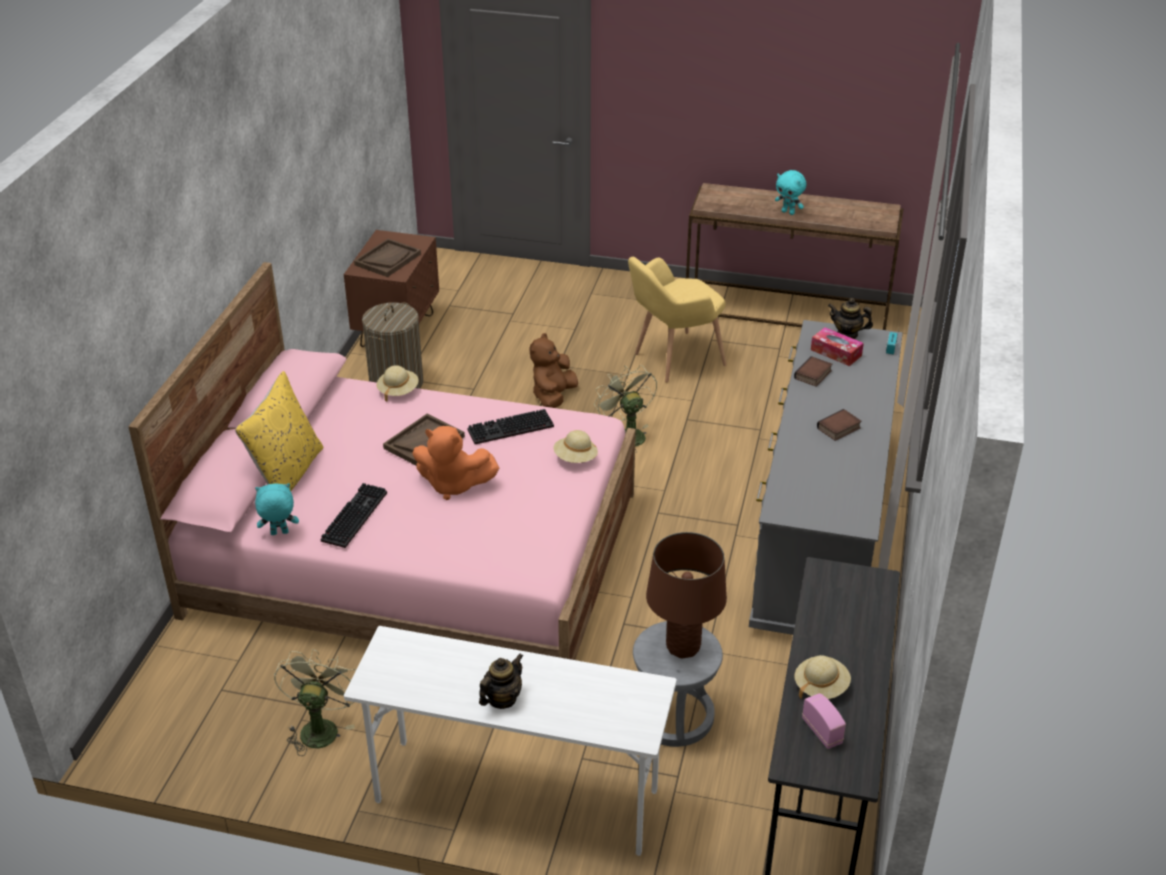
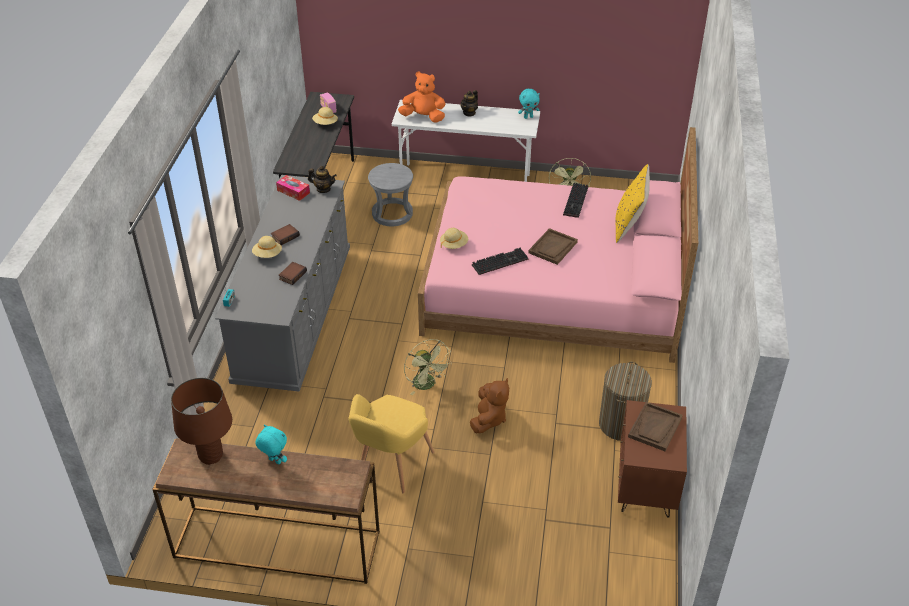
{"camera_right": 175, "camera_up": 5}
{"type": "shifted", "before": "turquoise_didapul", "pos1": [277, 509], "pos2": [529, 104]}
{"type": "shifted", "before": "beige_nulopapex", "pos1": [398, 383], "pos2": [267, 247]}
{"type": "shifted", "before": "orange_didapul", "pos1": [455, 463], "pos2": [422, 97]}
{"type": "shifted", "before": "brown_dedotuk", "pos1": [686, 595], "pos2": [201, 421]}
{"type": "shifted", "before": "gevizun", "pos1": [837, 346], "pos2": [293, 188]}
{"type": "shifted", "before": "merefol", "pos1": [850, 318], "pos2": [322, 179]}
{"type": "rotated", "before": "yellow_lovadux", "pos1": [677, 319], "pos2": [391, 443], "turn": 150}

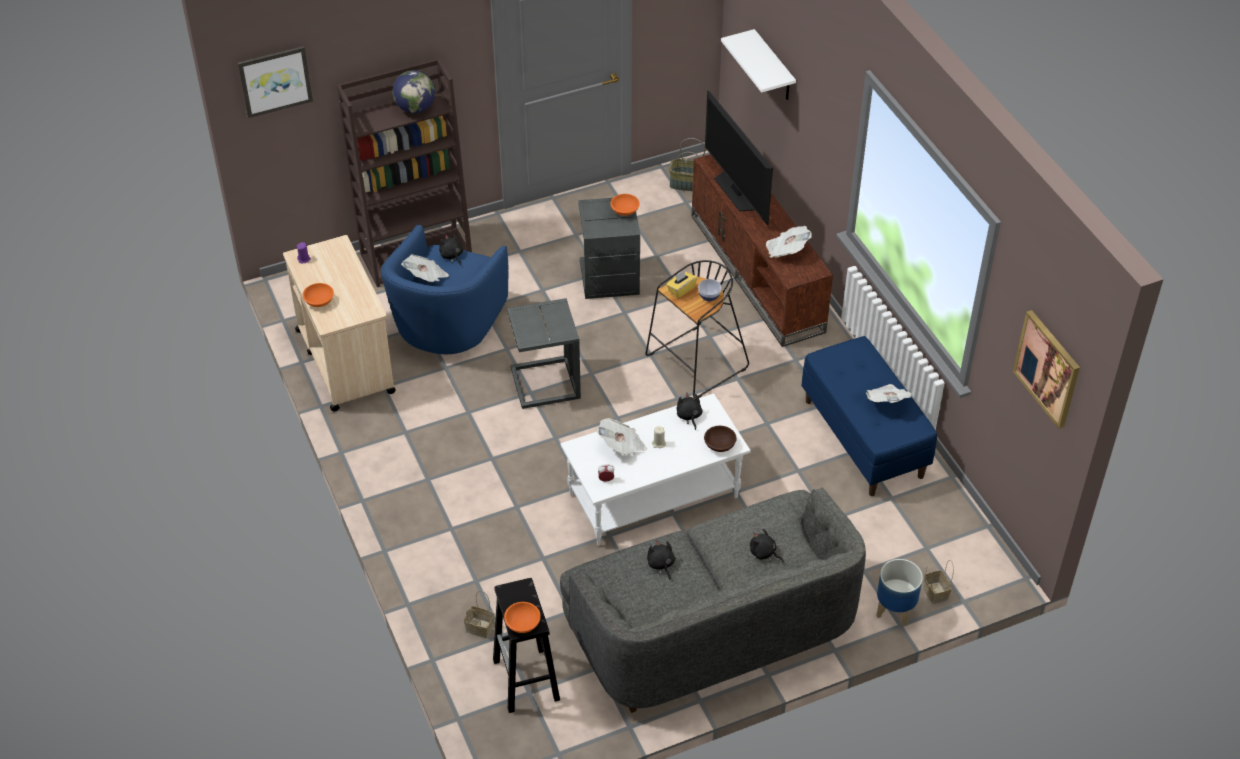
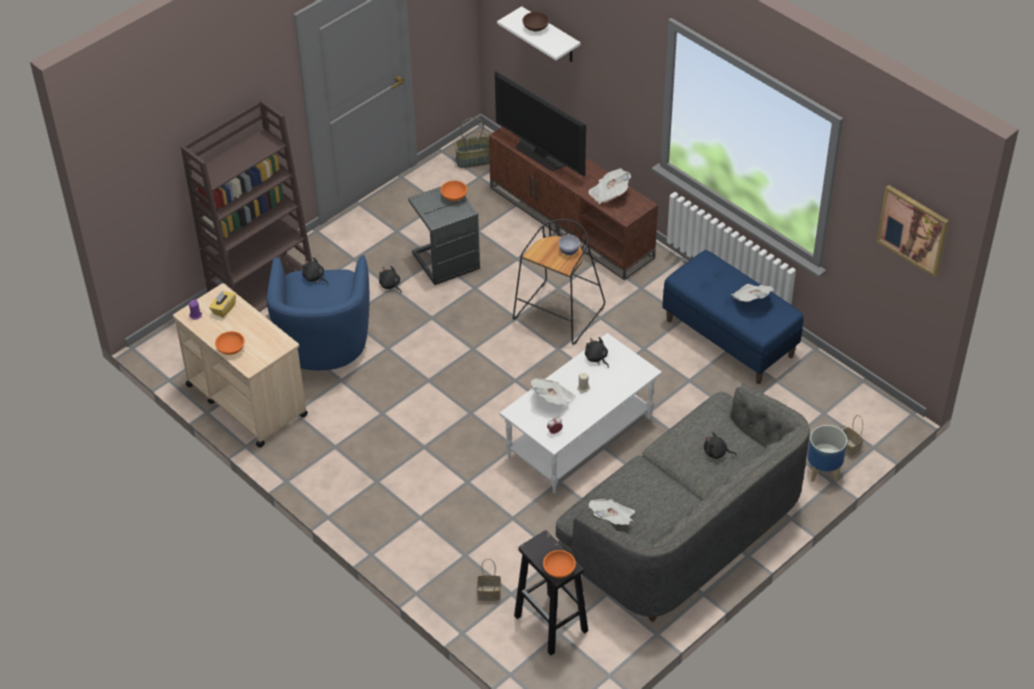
{"camera_right": -20, "camera_up": 0}
{"type": "gone", "before": "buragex", "pos1": [275, 82]}
{"type": "gone", "before": "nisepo", "pos1": [414, 91]}
{"type": "gone", "before": "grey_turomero", "pos1": [544, 353]}
{"type": "shifted", "before": "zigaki", "pos1": [425, 268], "pos2": [612, 512]}
{"type": "shifted", "before": "black_didapul", "pos1": [661, 560], "pos2": [390, 279]}
{"type": "shifted", "before": "yellow_gevizun", "pos1": [681, 284], "pos2": [222, 304]}
{"type": "shifted", "before": "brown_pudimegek", "pos1": [720, 439], "pos2": [535, 21]}

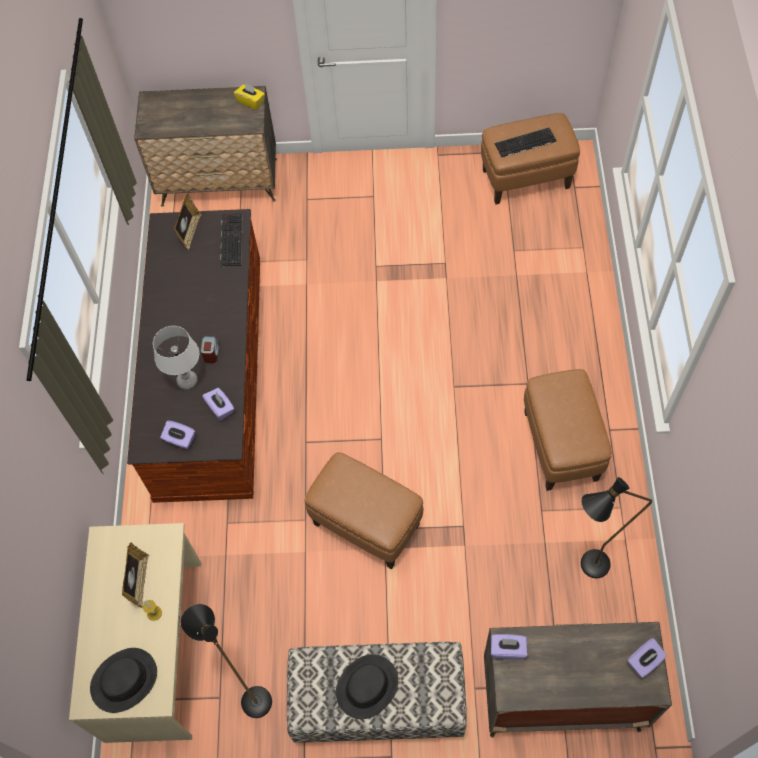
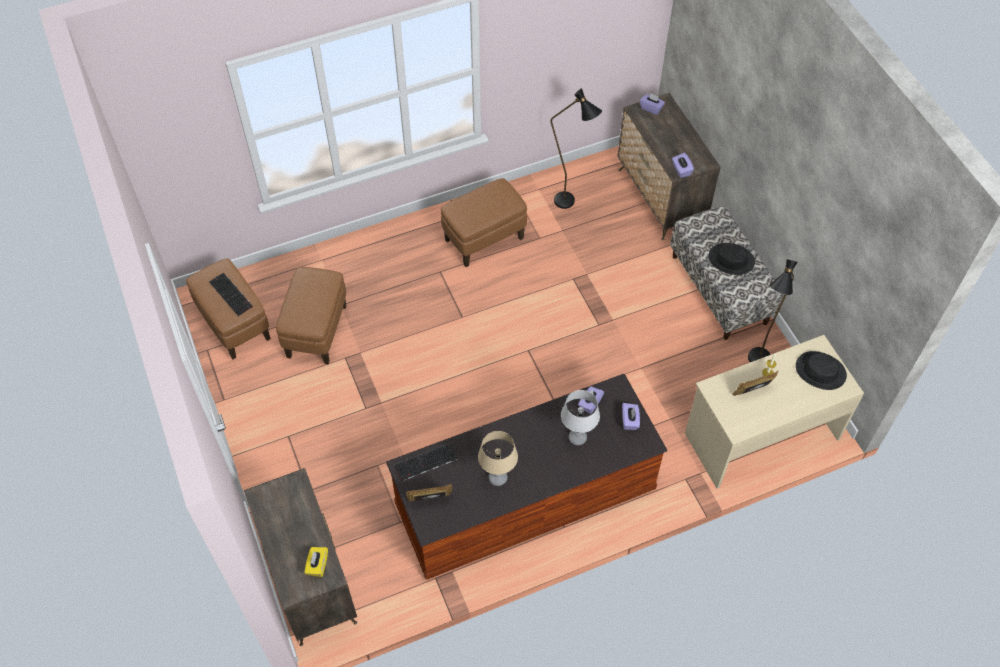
{"camera_right": -115, "camera_up": -5}
{"type": "gone", "before": "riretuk", "pos1": [210, 350]}
{"type": "new", "after": "beige_dedotuk", "pos2": [498, 458]}
{"type": "shifted", "before": "yellow_gevizun", "pos1": [249, 96], "pos2": [316, 562]}
{"type": "shifted", "before": "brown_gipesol", "pos1": [363, 510], "pos2": [311, 315]}

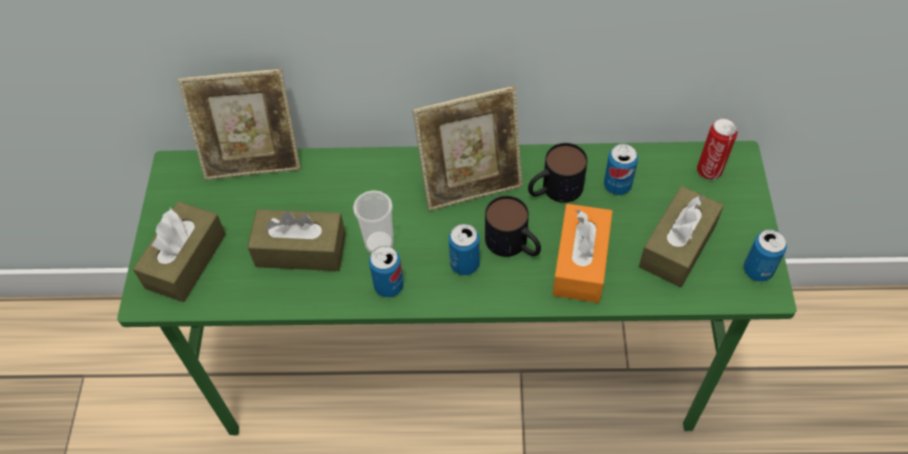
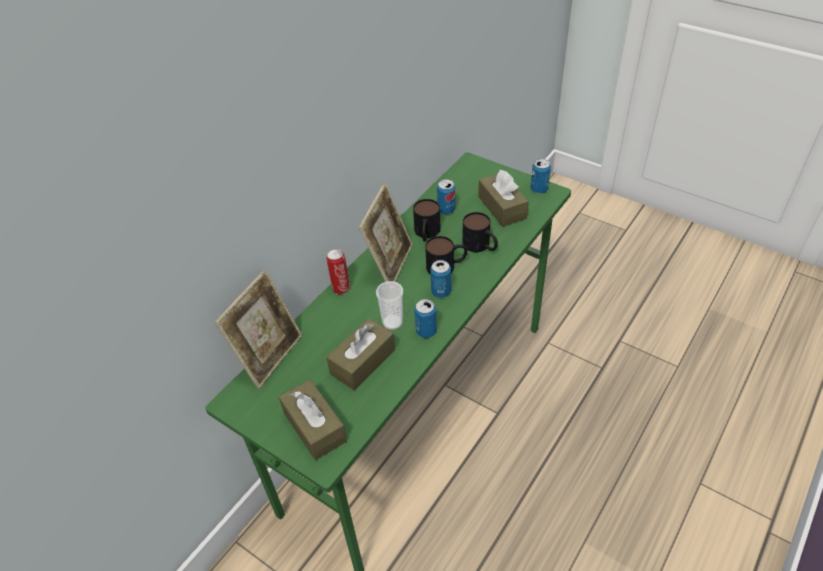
{"camera_right": -55, "camera_up": -10}
{"type": "shifted", "before": "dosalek", "pos1": [717, 149], "pos2": [338, 271]}
{"type": "swapped", "before": "orange_gevizun", "after": "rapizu", "pos1": [582, 253], "pos2": [480, 232]}

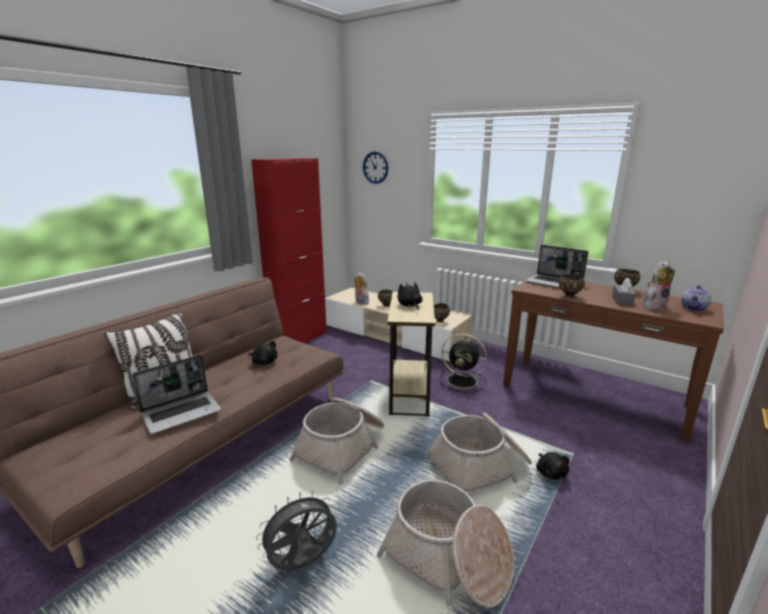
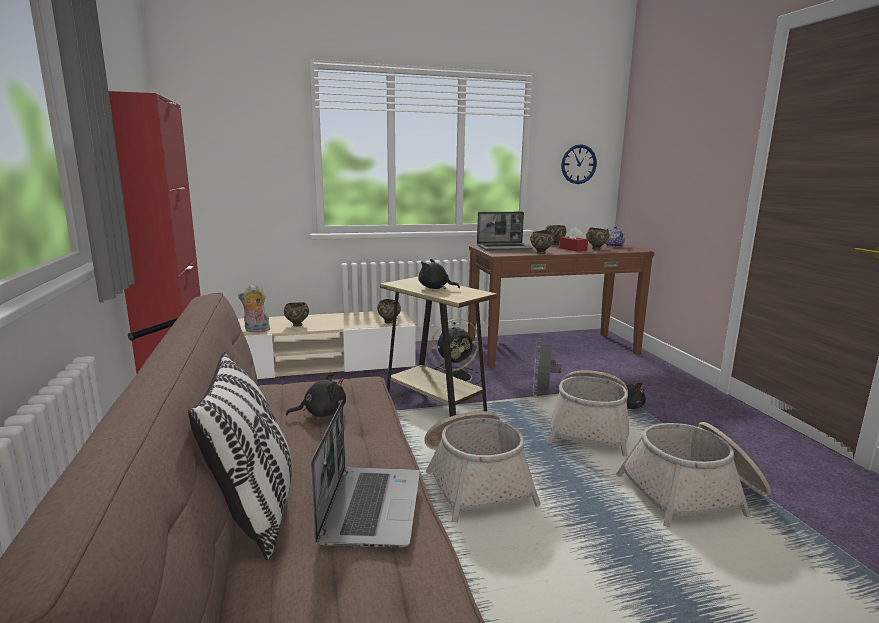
{"camera_right": -50, "camera_up": -5}
{"type": "shifted", "before": "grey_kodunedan", "pos1": [296, 531], "pos2": [547, 367]}
{"type": "shifted", "before": "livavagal", "pos1": [375, 167], "pos2": [579, 164]}
{"type": "swapped", "before": "didapul", "after": "brown_pudimegek", "pos1": [659, 285], "pos2": [598, 239]}
{"type": "repainted", "before": "grey_gevizun", "after": "red_gevizun", "pos1": [624, 292], "pos2": [573, 239]}

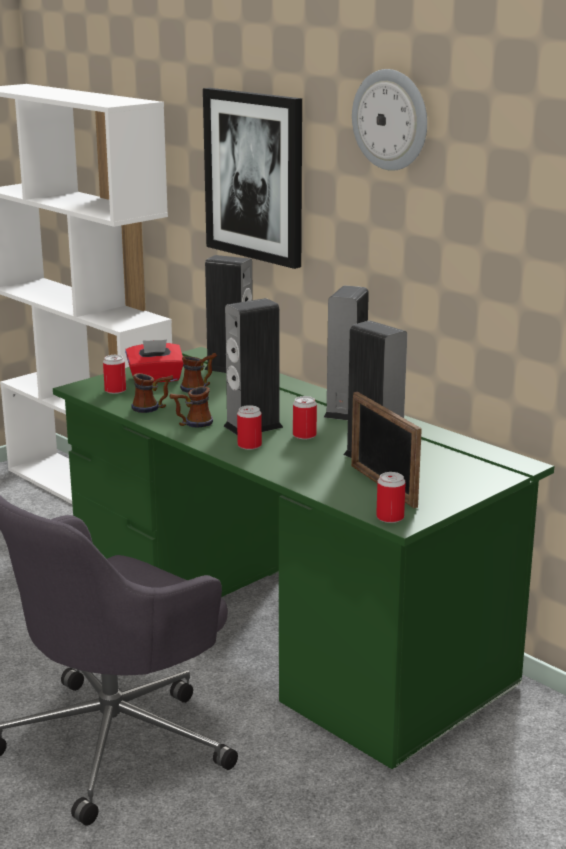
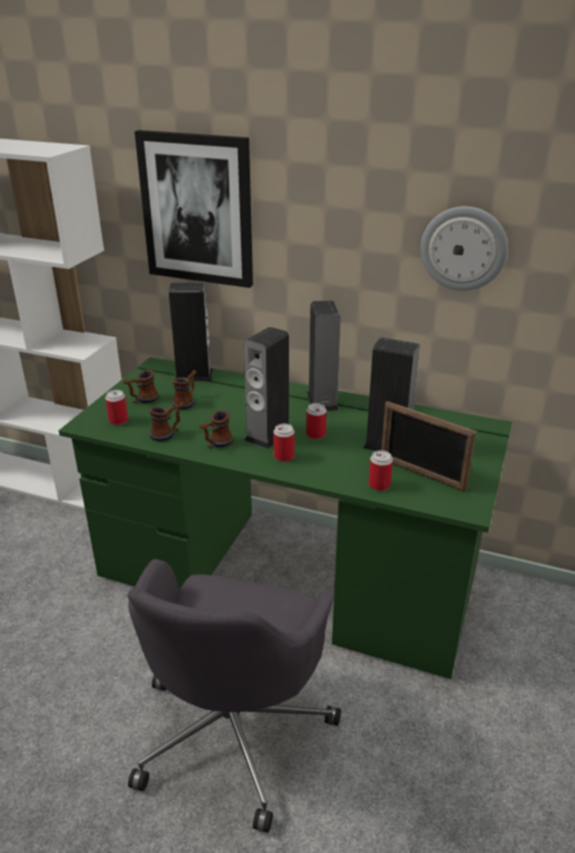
{"camera_right": -25, "camera_up": 10}
{"type": "shifted", "before": "livavagal", "pos1": [389, 120], "pos2": [464, 248]}
{"type": "shifted", "before": "dosalek", "pos1": [391, 497], "pos2": [381, 470]}
{"type": "swapped", "before": "red_gevizun", "after": "rapizu", "pos1": [154, 361], "pos2": [141, 386]}

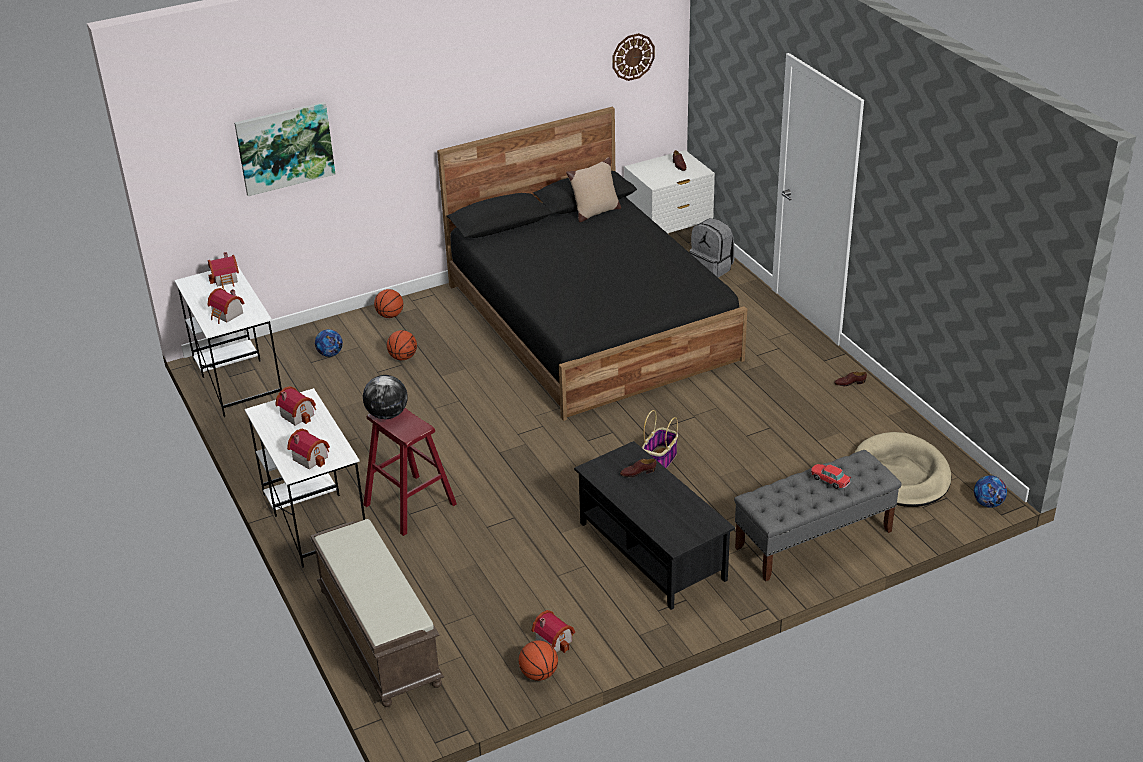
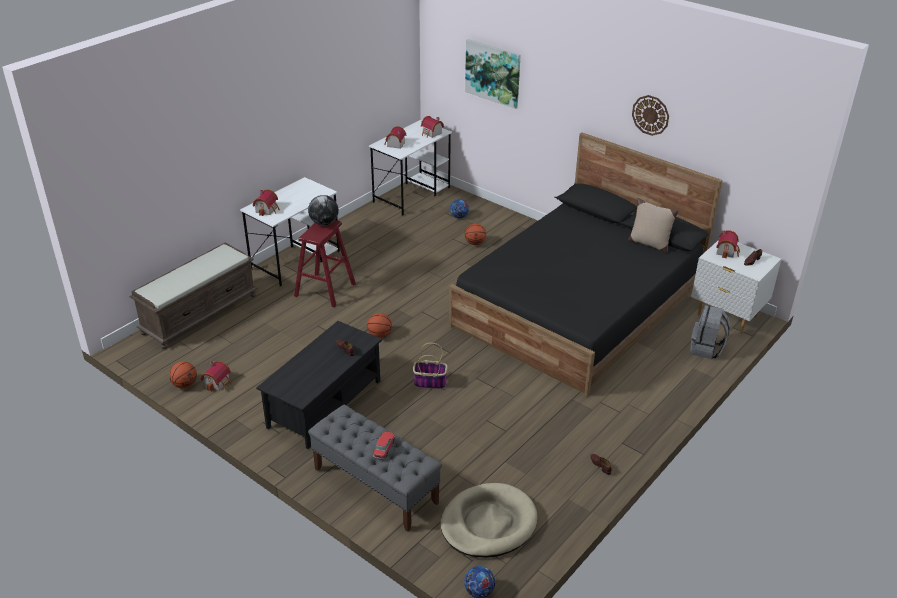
{"camera_right": 65, "camera_up": 0}
{"type": "shifted", "before": "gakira", "pos1": [295, 406], "pos2": [728, 244]}
{"type": "shifted", "before": "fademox", "pos1": [388, 303], "pos2": [379, 325]}
{"type": "shifted", "before": "livavagal", "pos1": [633, 57], "pos2": [650, 115]}

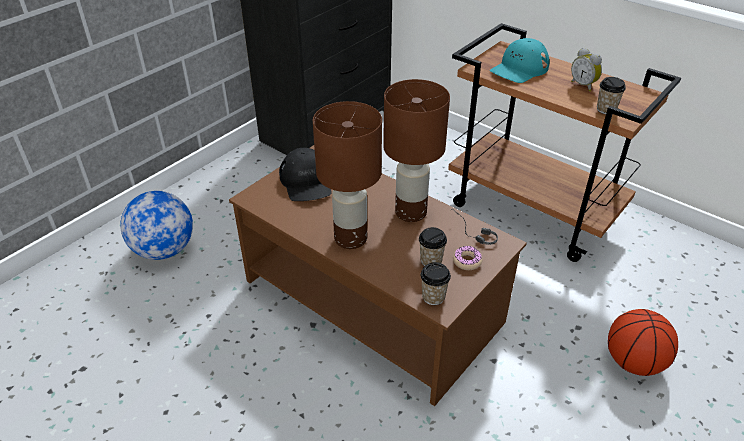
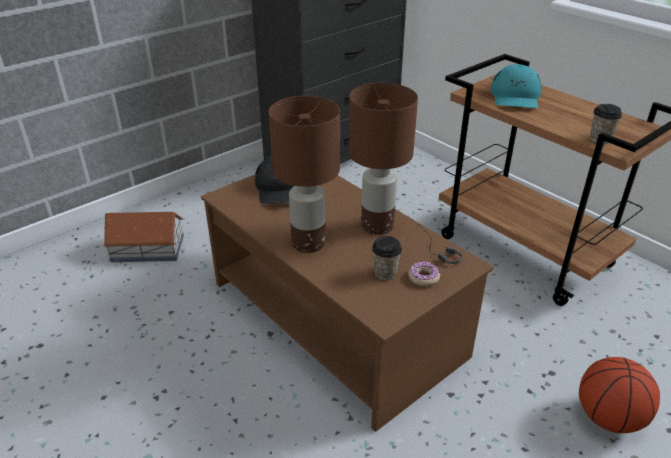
{"camera_right": 10, "camera_up": -5}
{"type": "gone", "before": "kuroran", "pos1": [435, 283]}
{"type": "gone", "before": "riretuk", "pos1": [586, 69]}
{"type": "swapped", "before": "nisepo", "after": "gakira", "pos1": [156, 225], "pos2": [143, 237]}
{"type": "rotated", "before": "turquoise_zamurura", "pos1": [519, 60], "pos2": [516, 86], "turn": -45}

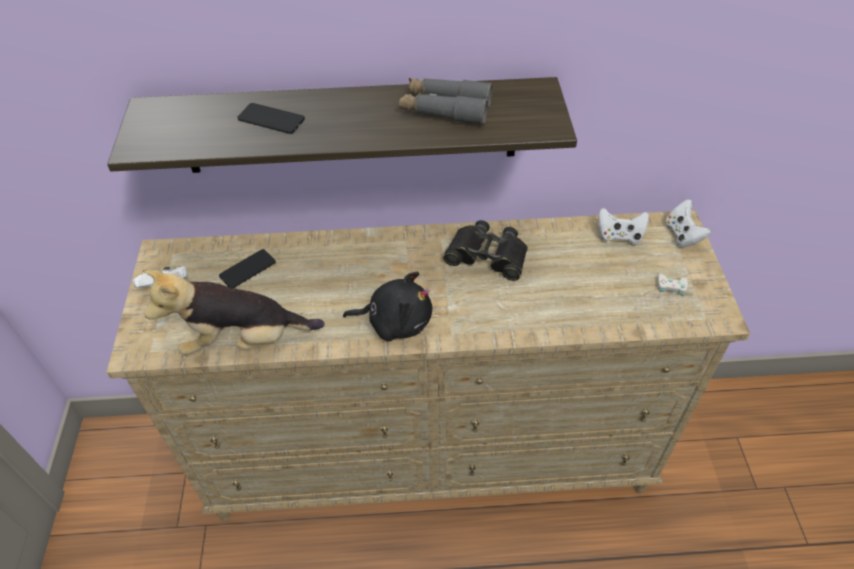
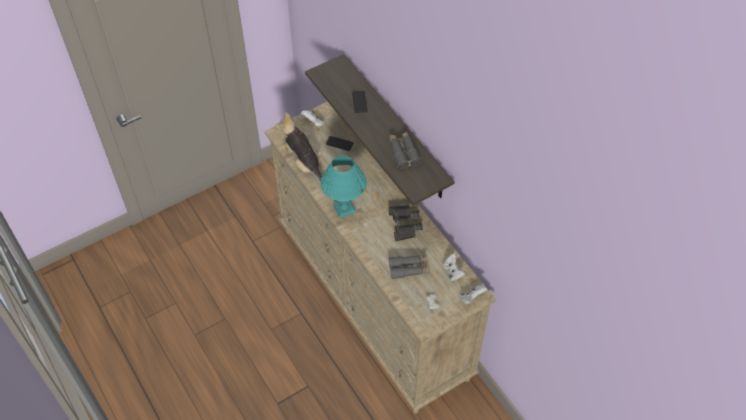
{"camera_right": 60, "camera_up": 5}
{"type": "new", "after": "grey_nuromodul", "pos2": [409, 267]}
{"type": "swapped", "before": "black_didapul", "after": "turquoise_dedotuk", "pos1": [387, 306], "pos2": [343, 186]}

